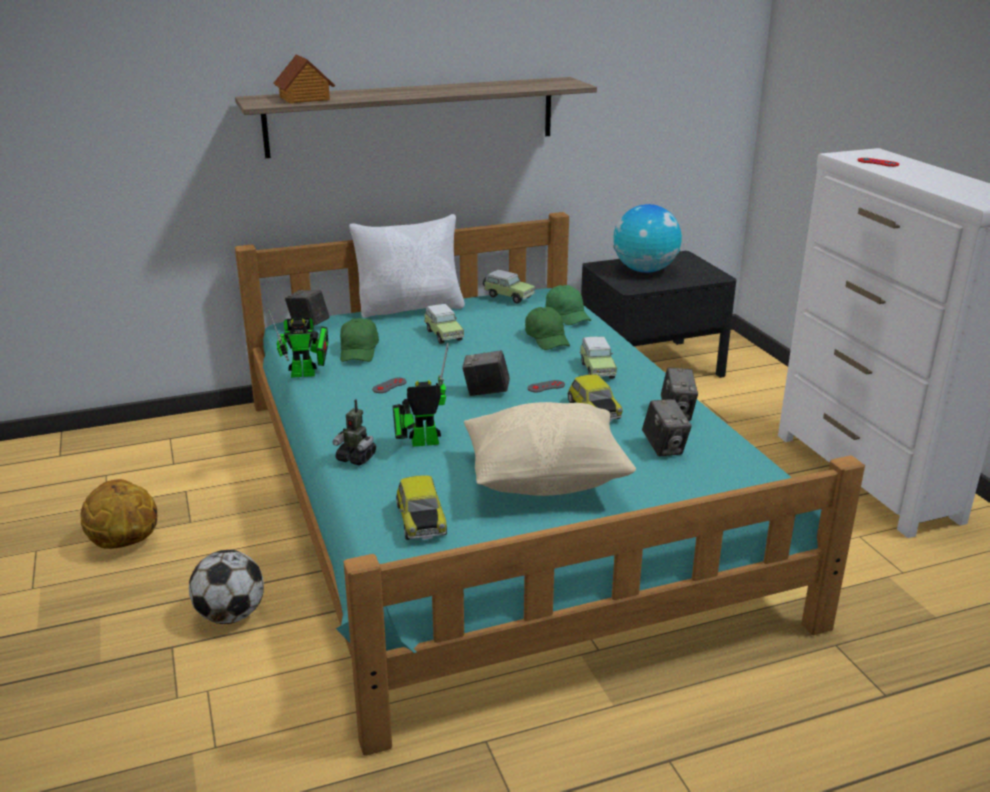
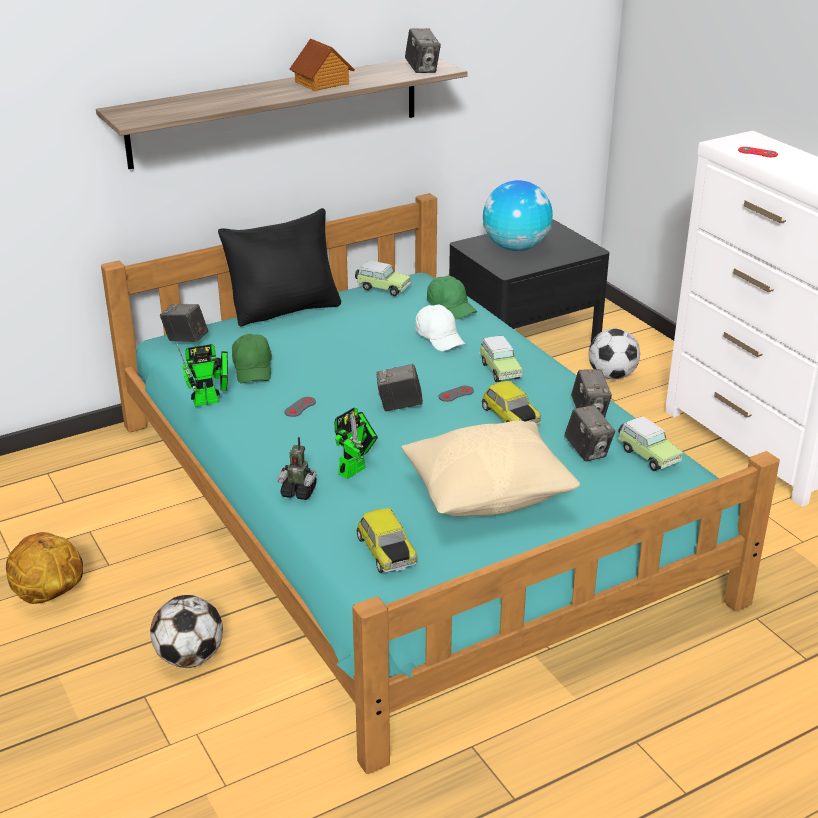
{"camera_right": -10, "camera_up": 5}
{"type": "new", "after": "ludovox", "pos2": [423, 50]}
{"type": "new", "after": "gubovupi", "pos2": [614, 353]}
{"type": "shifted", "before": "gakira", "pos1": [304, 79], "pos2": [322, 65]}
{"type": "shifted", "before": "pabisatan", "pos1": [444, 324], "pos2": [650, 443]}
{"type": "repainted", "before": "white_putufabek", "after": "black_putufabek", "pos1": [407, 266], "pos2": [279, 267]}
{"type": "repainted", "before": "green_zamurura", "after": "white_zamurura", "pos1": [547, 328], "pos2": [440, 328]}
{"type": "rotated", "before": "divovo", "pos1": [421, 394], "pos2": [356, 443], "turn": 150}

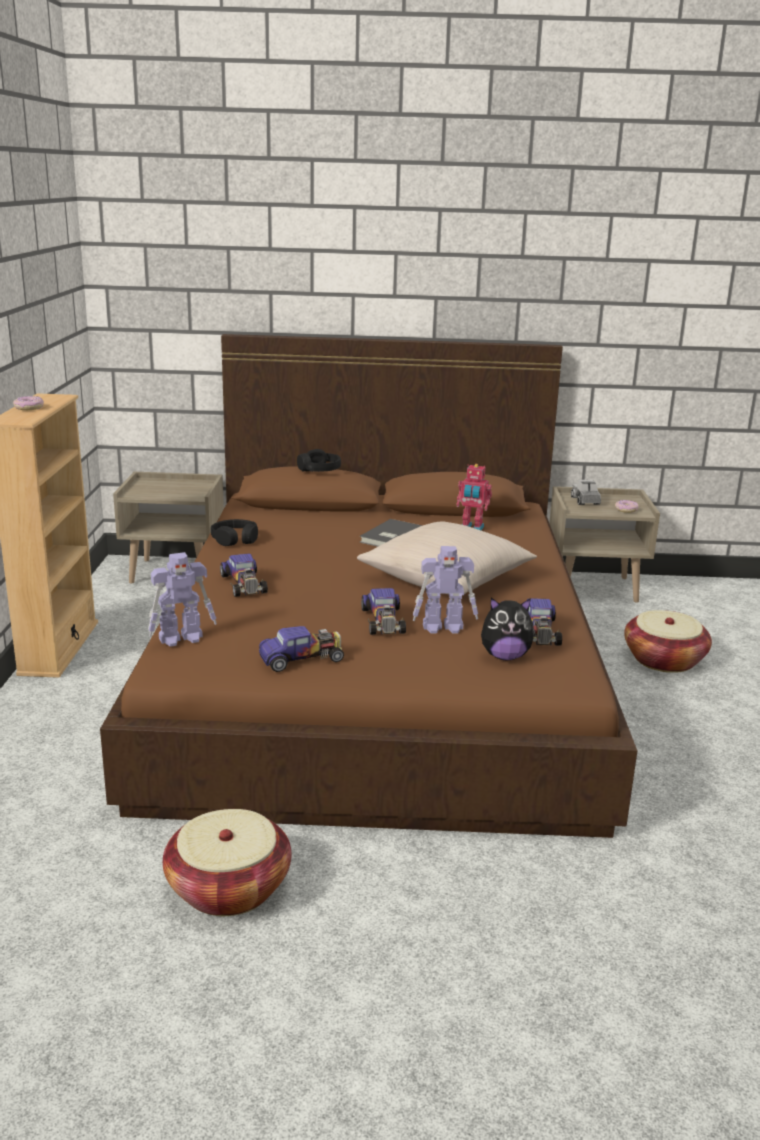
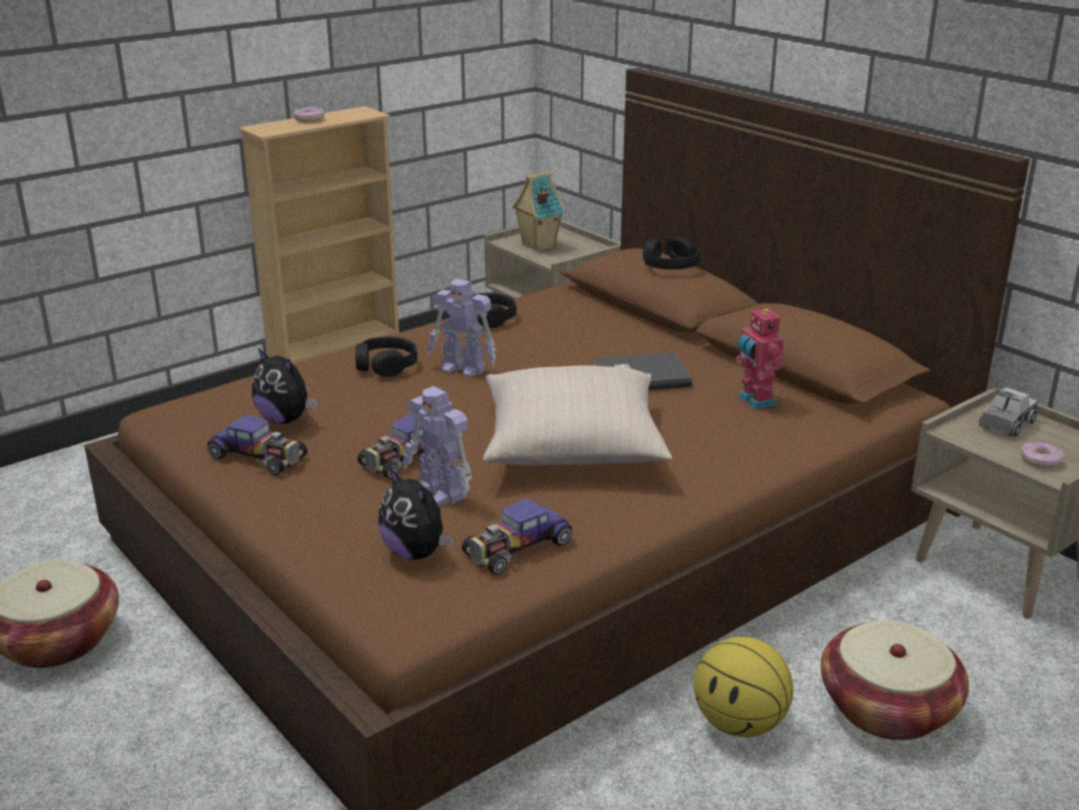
{"camera_right": 50, "camera_up": 5}
{"type": "new", "after": "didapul", "pos2": [284, 386]}
{"type": "new", "after": "gakira", "pos2": [539, 211]}
{"type": "new", "after": "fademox", "pos2": [744, 687]}
{"type": "shifted", "before": "divovo", "pos1": [182, 599], "pos2": [461, 328]}
{"type": "swapped", "before": "pabisatan", "after": "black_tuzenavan", "pos1": [244, 575], "pos2": [386, 357]}

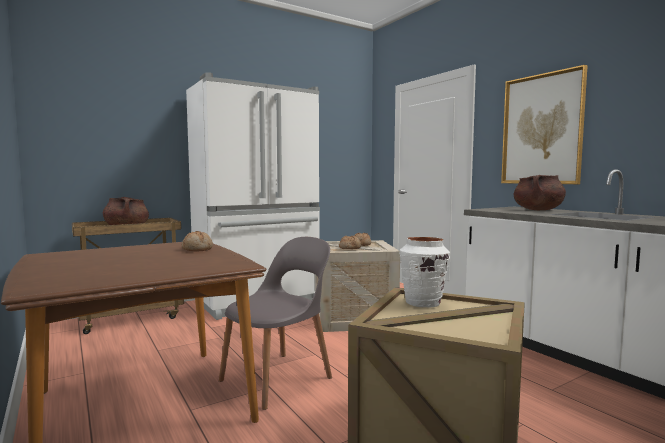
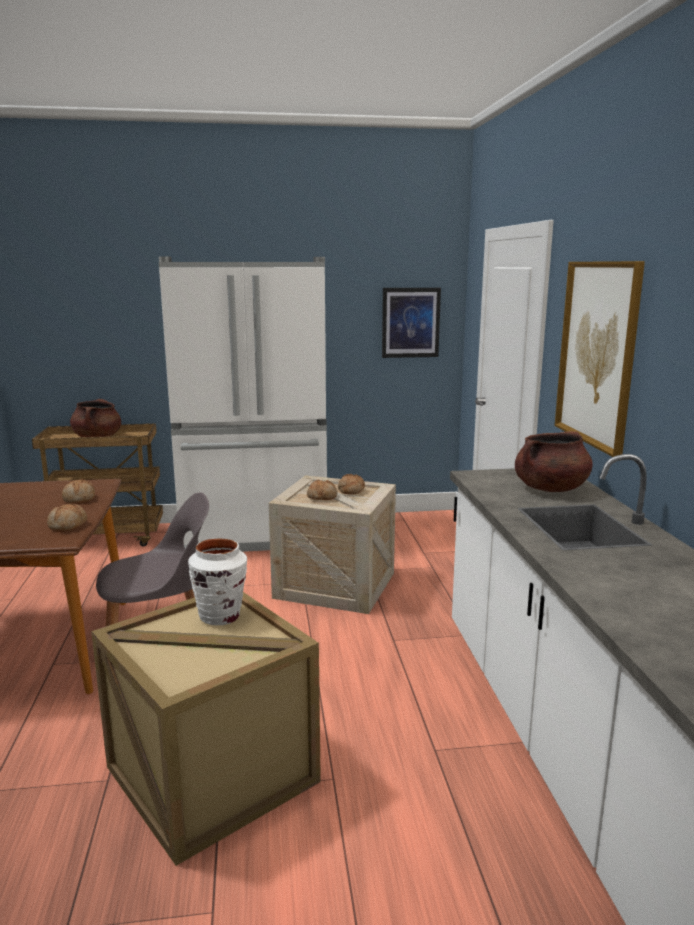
{"camera_right": 25, "camera_up": 10}
{"type": "new", "after": "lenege", "pos2": [67, 517]}
{"type": "new", "after": "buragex", "pos2": [411, 323]}

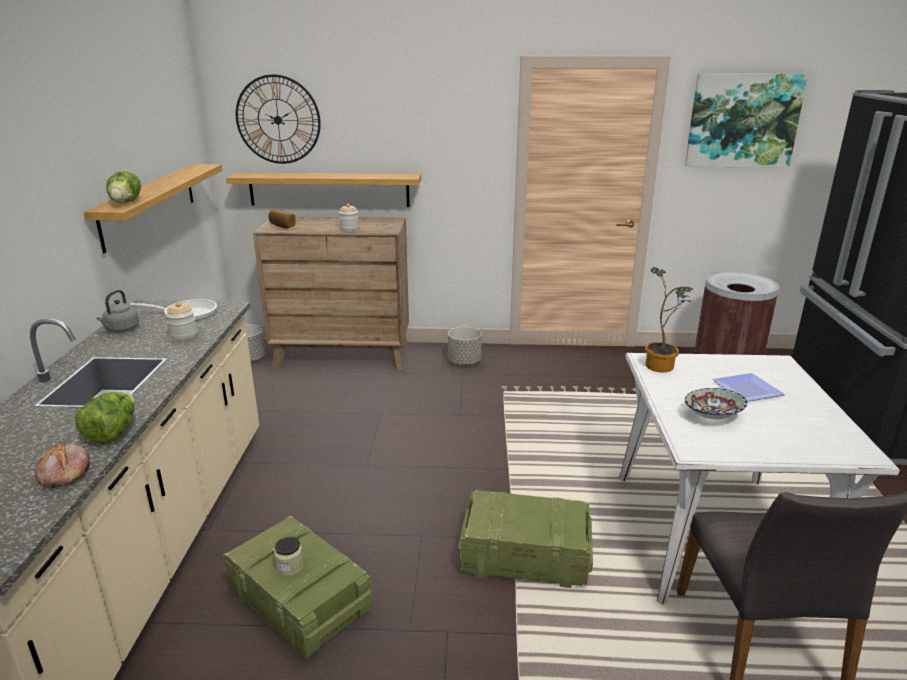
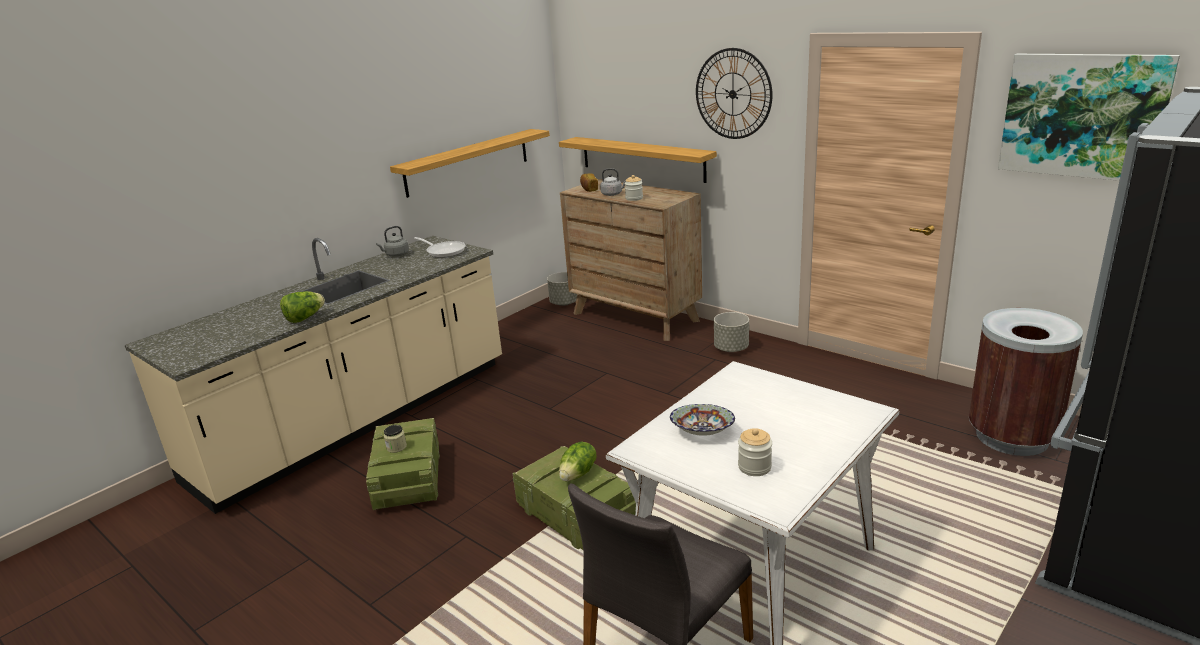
{"camera_right": 40, "camera_up": 0}
{"type": "gone", "before": "lenege", "pos1": [62, 465]}
{"type": "gone", "before": "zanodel", "pos1": [669, 319]}
{"type": "gone", "before": "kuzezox", "pos1": [748, 387]}
{"type": "new", "after": "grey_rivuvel", "pos2": [613, 182]}
{"type": "shifted", "before": "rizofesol", "pos1": [123, 187], "pos2": [578, 461]}
{"type": "shifted", "before": "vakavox", "pos1": [181, 321], "pos2": [755, 452]}
{"type": "shifted", "before": "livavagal", "pos1": [278, 119], "pos2": [734, 93]}

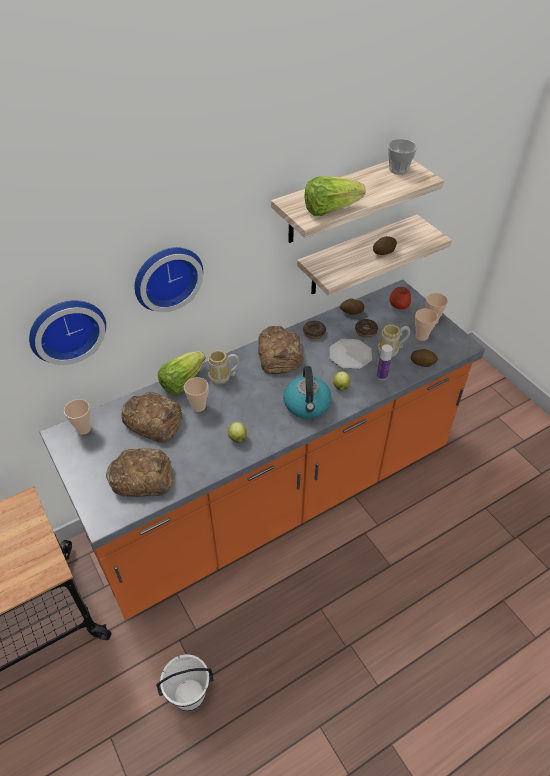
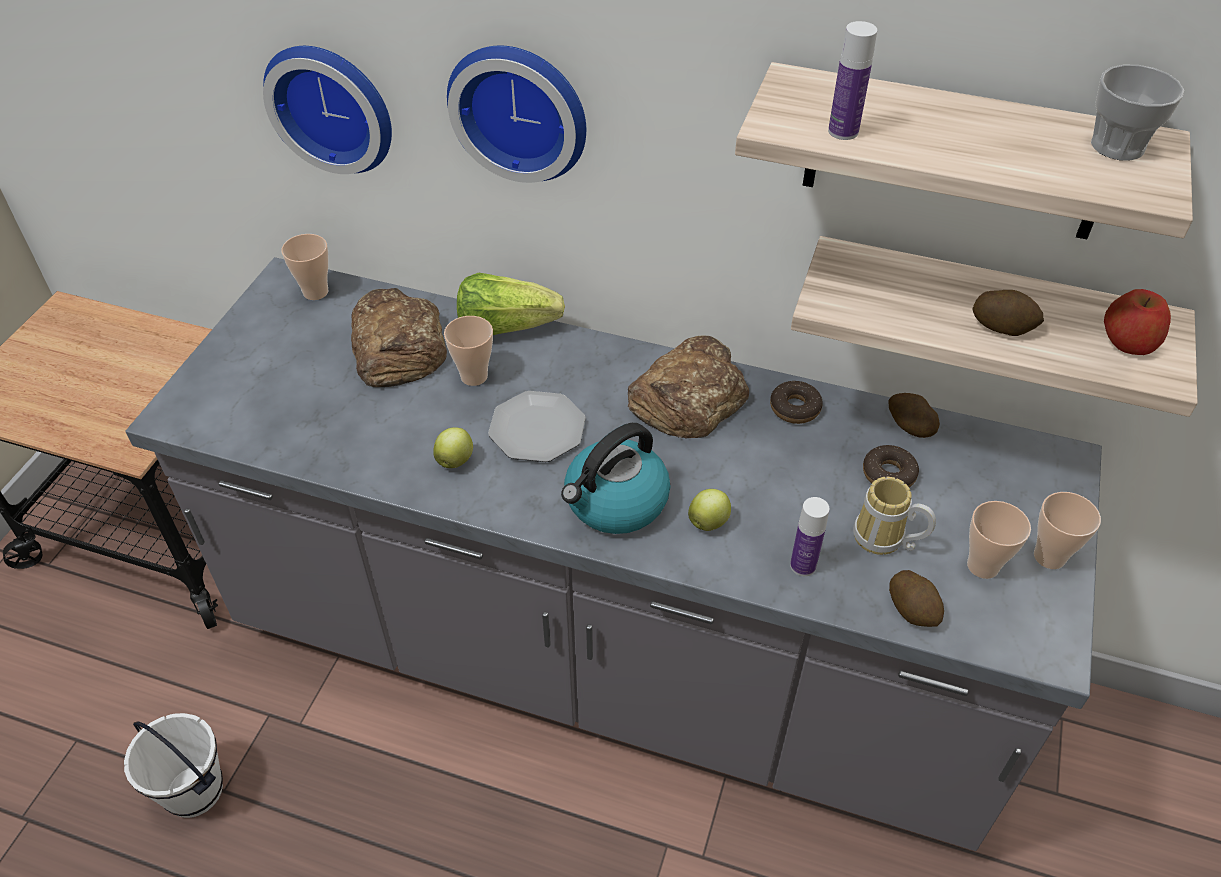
{"camera_right": 50, "camera_up": 0}
{"type": "gone", "before": "lenege", "pos1": [140, 472]}
{"type": "gone", "before": "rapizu", "pos1": [224, 367]}
{"type": "shifted", "before": "kuzezox", "pos1": [351, 354], "pos2": [537, 426]}
{"type": "shifted", "before": "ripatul", "pos1": [400, 298], "pos2": [1137, 322]}
{"type": "swapped", "before": "rizofesol", "after": "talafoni", "pos1": [335, 196], "pos2": [852, 80]}
{"type": "repainted", "before": "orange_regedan", "after": "grey_regedan", "pos1": [262, 449], "pos2": [614, 554]}

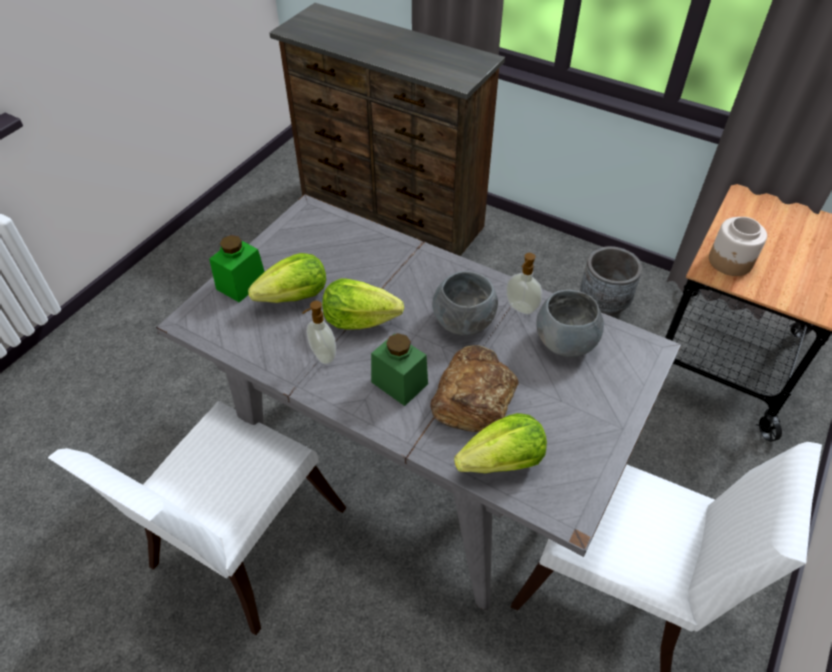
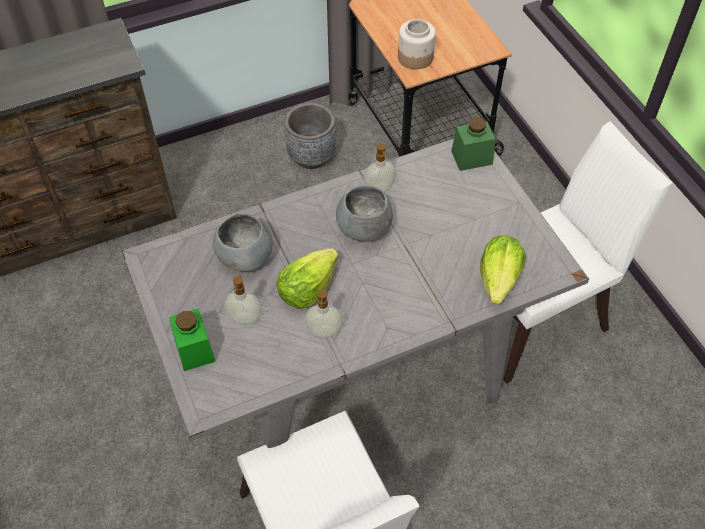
{"camera_right": -55, "camera_up": 5}
{"type": "gone", "before": "lenege", "pos1": [474, 388]}
{"type": "shifted", "before": "green_vakavox", "pos1": [399, 369], "pos2": [473, 144]}
{"type": "shifted", "before": "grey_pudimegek", "pos1": [570, 323], "pos2": [243, 242]}
{"type": "swapped", "before": "rizofesol", "after": "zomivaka", "pos1": [287, 278], "pos2": [243, 300]}

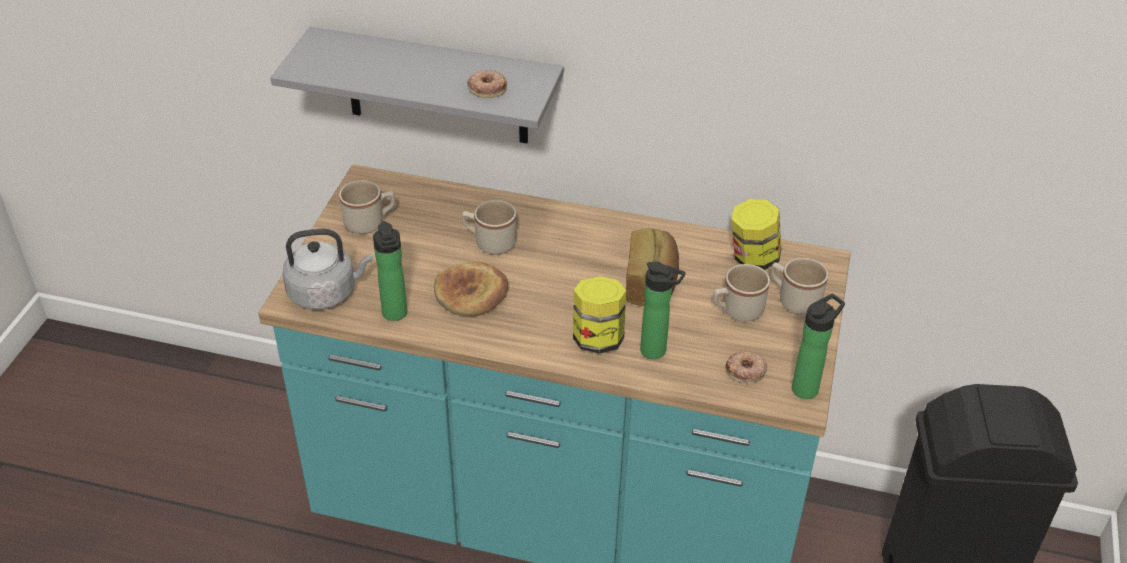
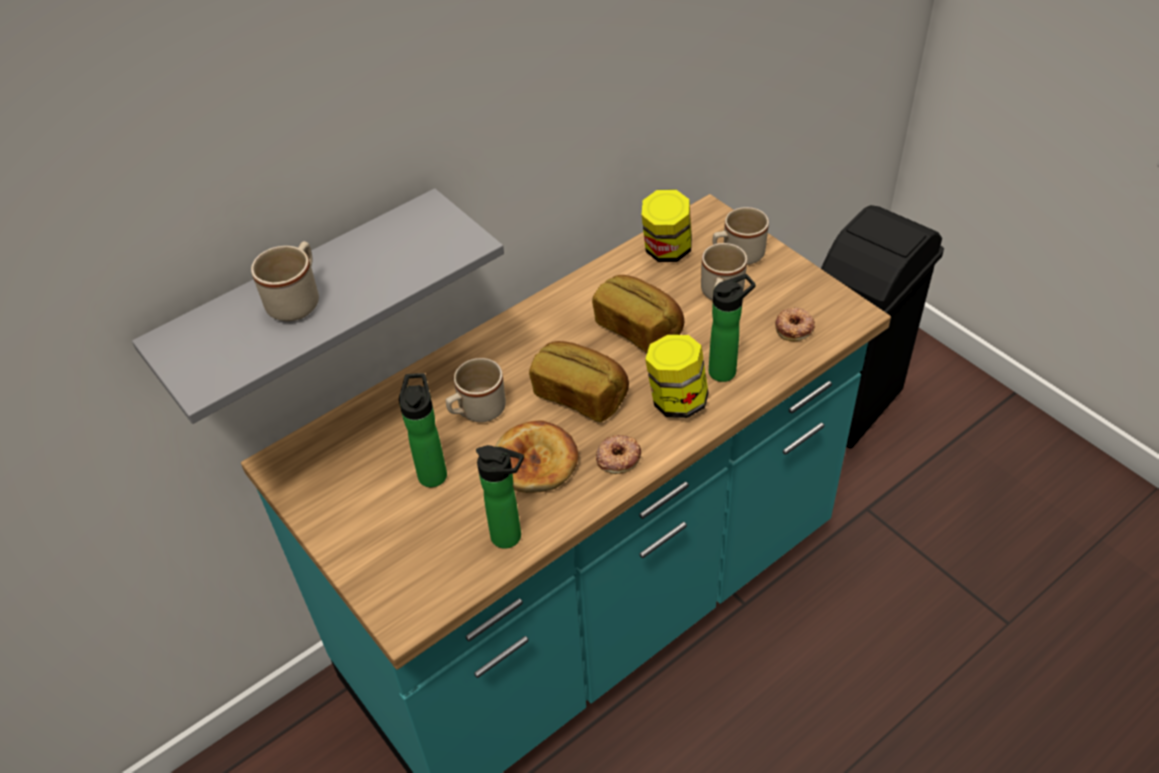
{"camera_right": -50, "camera_up": 5}
{"type": "gone", "before": "grey_rivuvel", "pos1": [327, 269]}
{"type": "new", "after": "lenege", "pos2": [579, 381]}
{"type": "shifted", "before": "beige_rapizu", "pos1": [367, 207], "pos2": [285, 281]}
{"type": "shifted", "before": "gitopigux", "pos1": [487, 84], "pos2": [618, 454]}
{"type": "shifted", "before": "talafoni", "pos1": [818, 346], "pos2": [423, 430]}

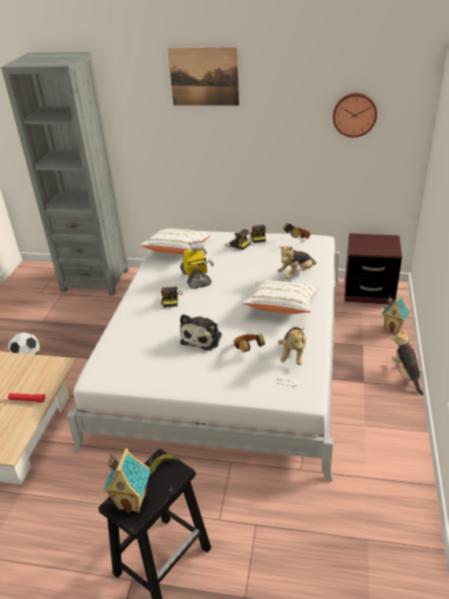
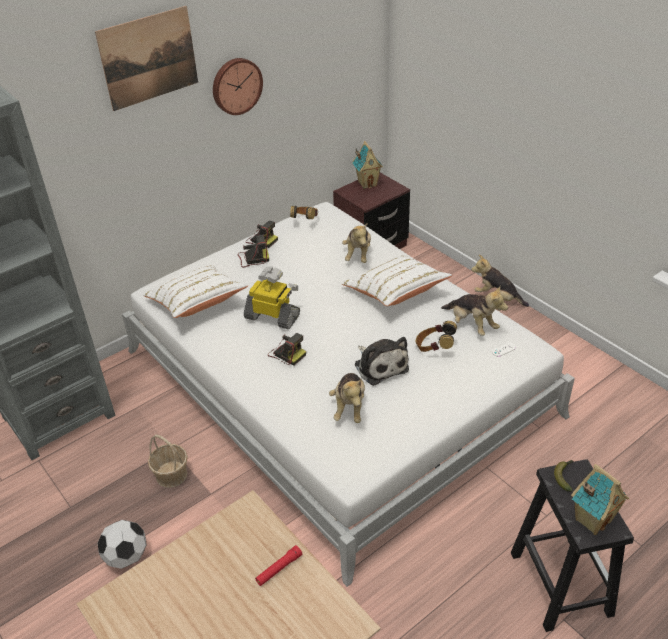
{"camera_right": -50, "camera_up": 5}
{"type": "new", "after": "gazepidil", "pos2": [168, 461]}
{"type": "new", "after": "didapul", "pos2": [347, 398]}
{"type": "shifted", "before": "livavagal", "pos1": [355, 115], "pos2": [238, 86]}
{"type": "shifted", "before": "gakira", "pos1": [395, 313], "pos2": [367, 165]}

